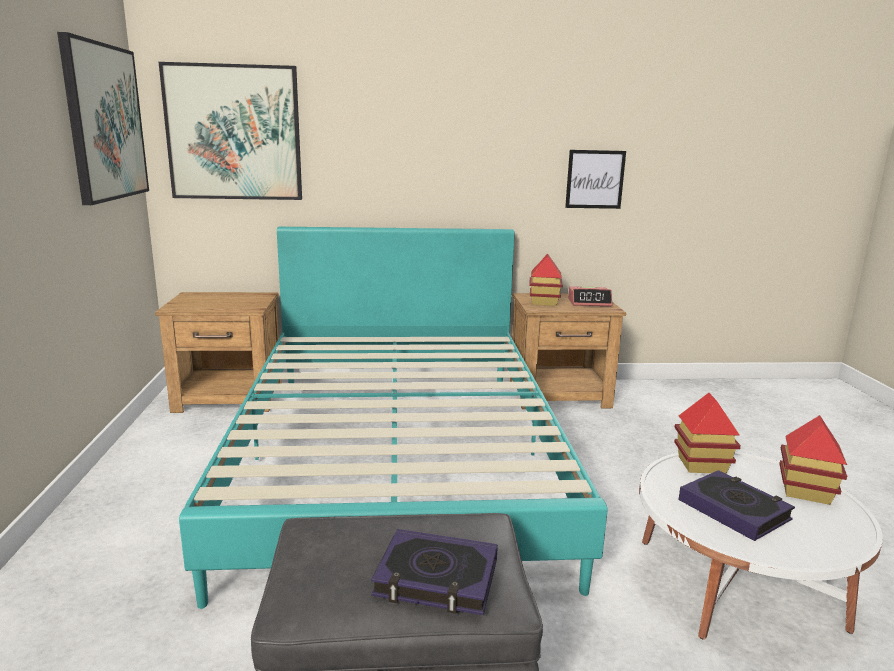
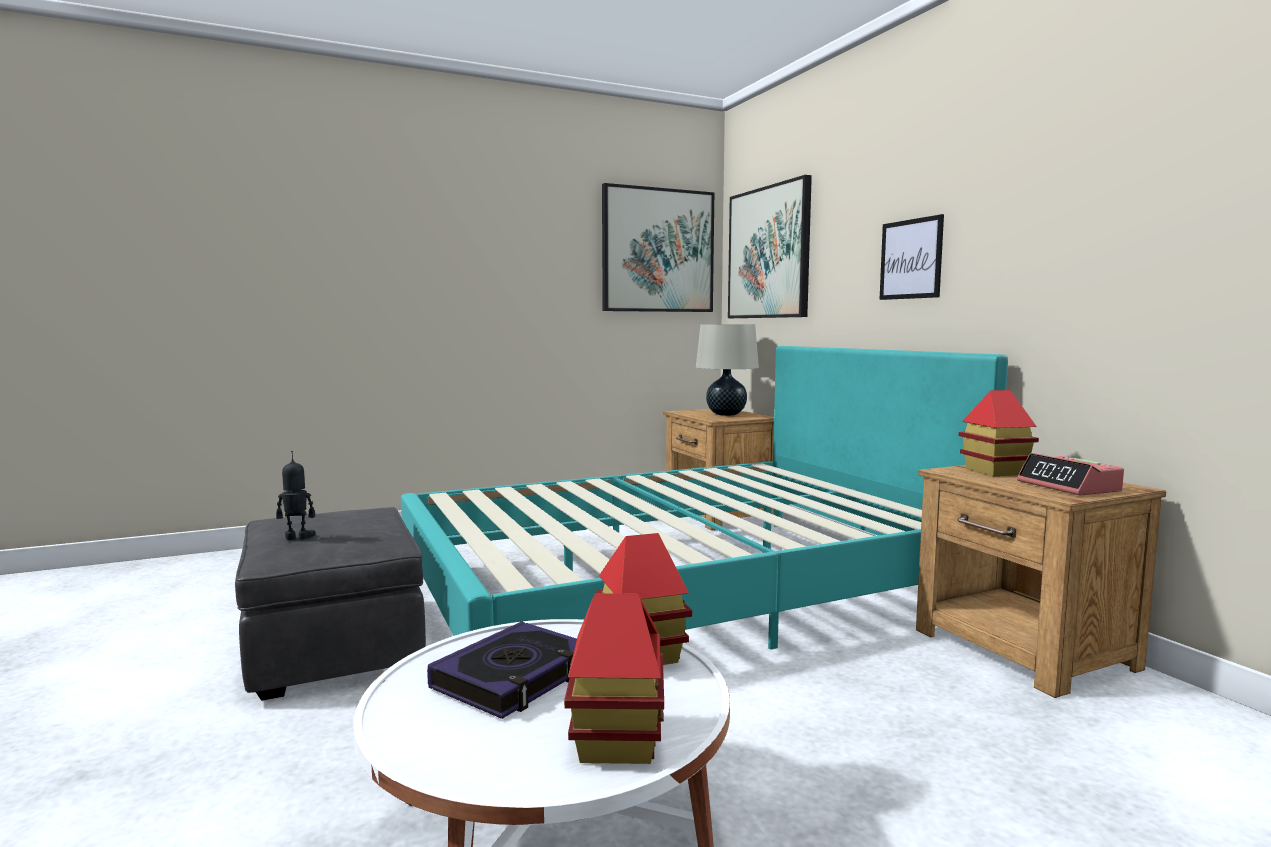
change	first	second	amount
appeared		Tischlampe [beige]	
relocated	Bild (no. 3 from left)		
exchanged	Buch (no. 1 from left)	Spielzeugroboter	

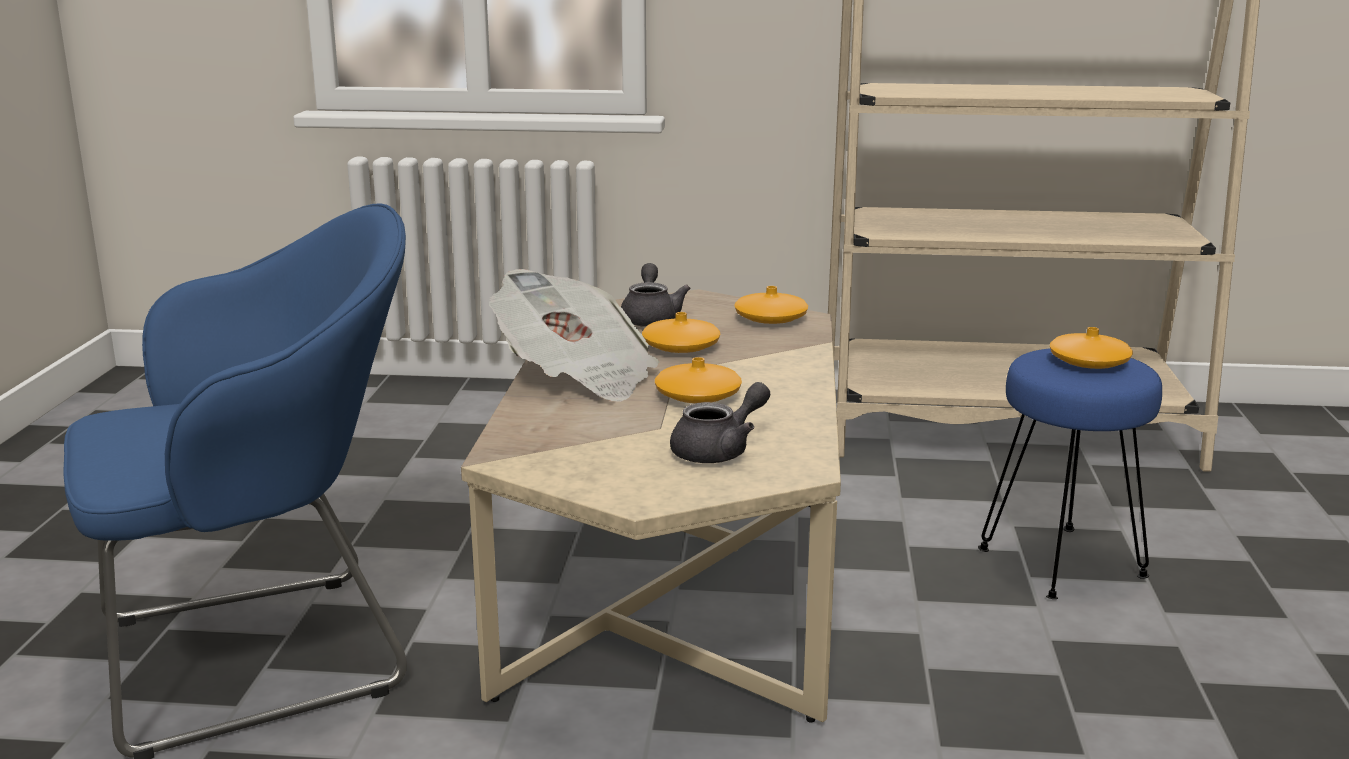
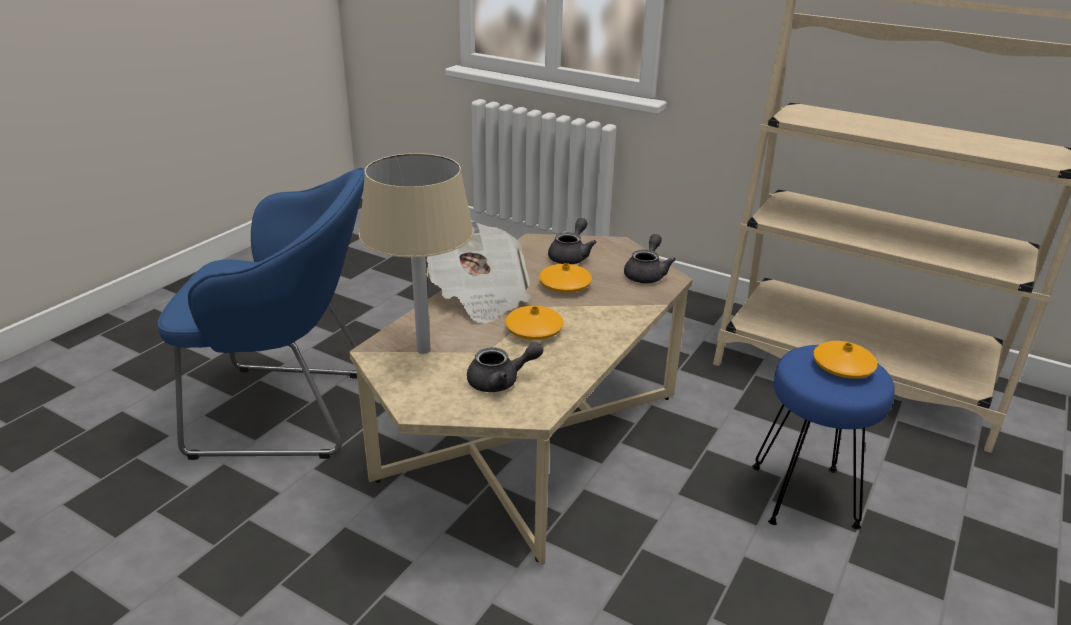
change	first	second	amount
appeared		Tischlampe [beige]	
exchanged	Vase [orange] (no. 3 from left)	Teekanne [grau] (no. 3 from left)	

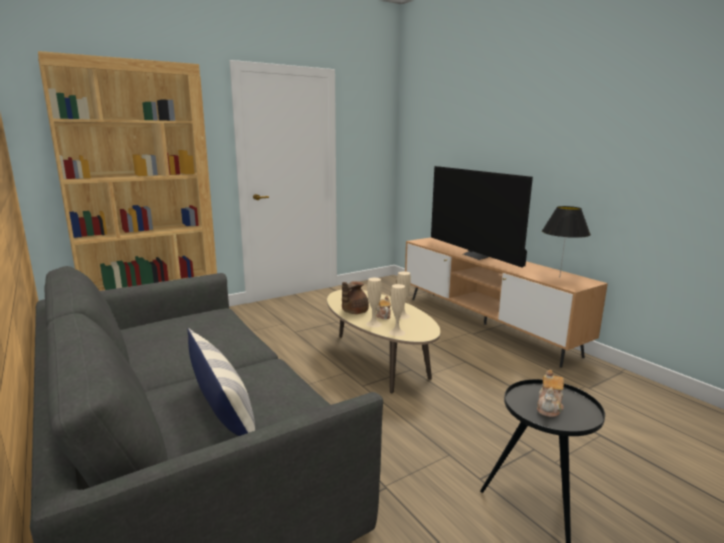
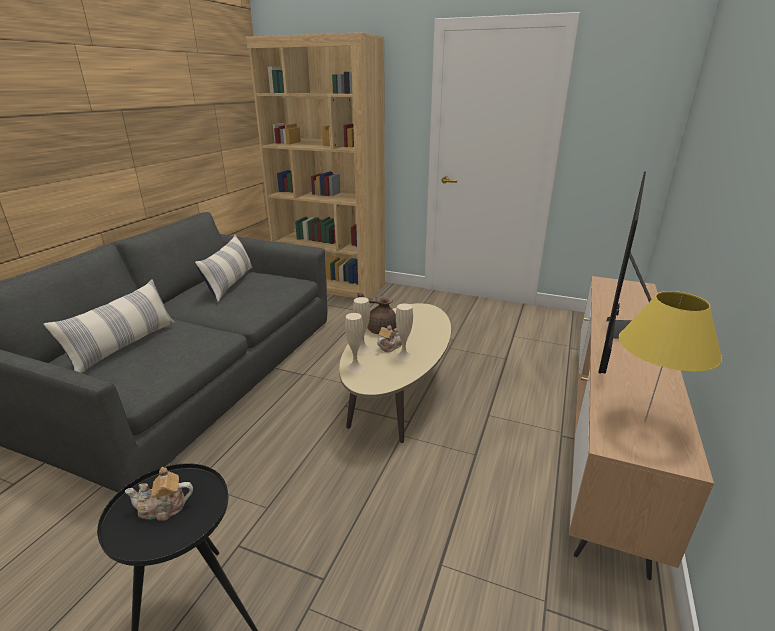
change	first	second	amount
appeared		Kissen (no. 2 from left)	
colour	Tischlampe [schwarz]	Tischlampe [gelb]	

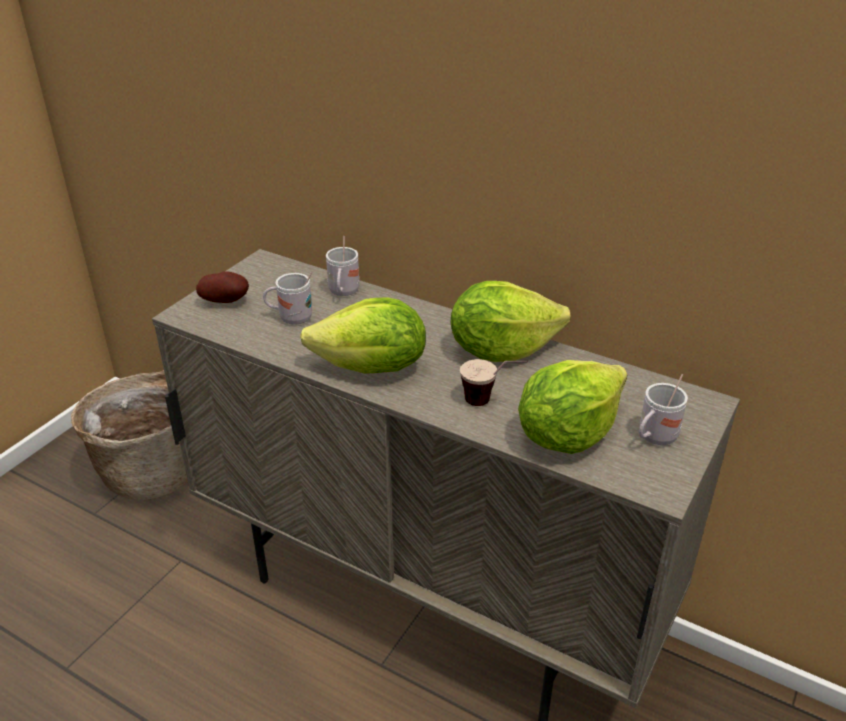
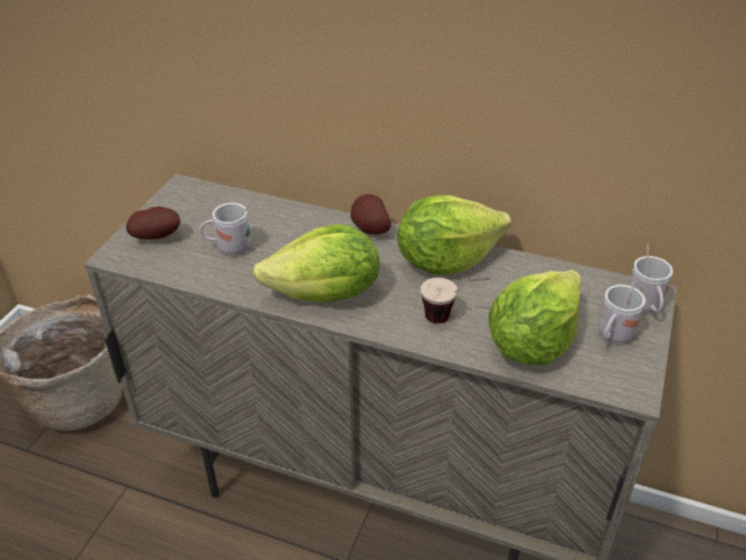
change	first	second	amount
appeared		Kartoffel (no. 2 from left)	
relocated	Henkelbecher [weiß] (no. 2 from left in the first image)	Henkelbecher [weiß] (no. 3 from left)	

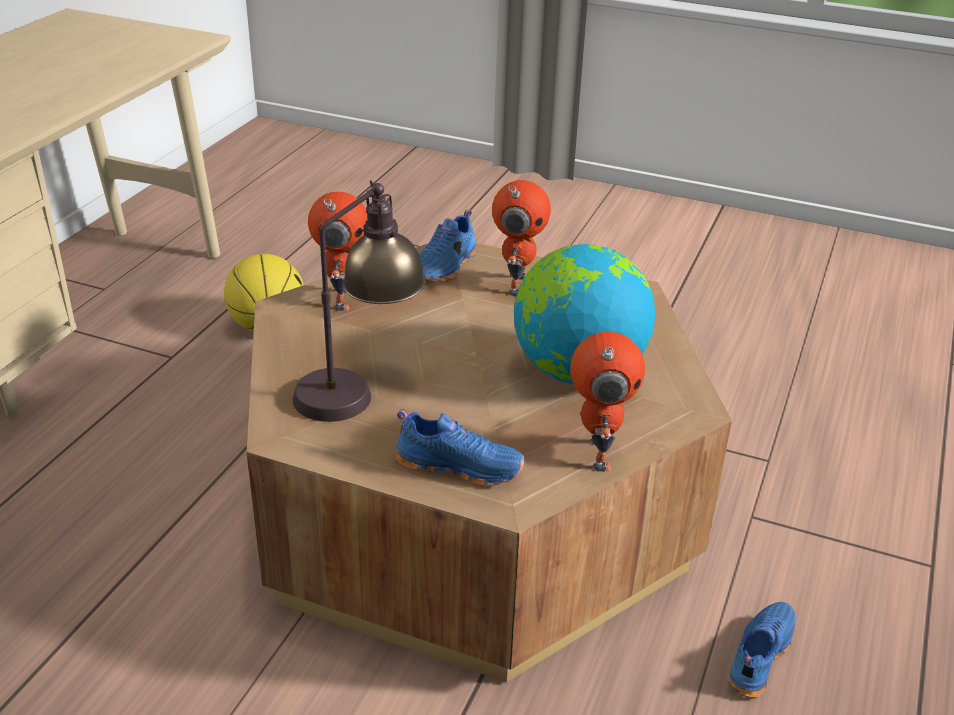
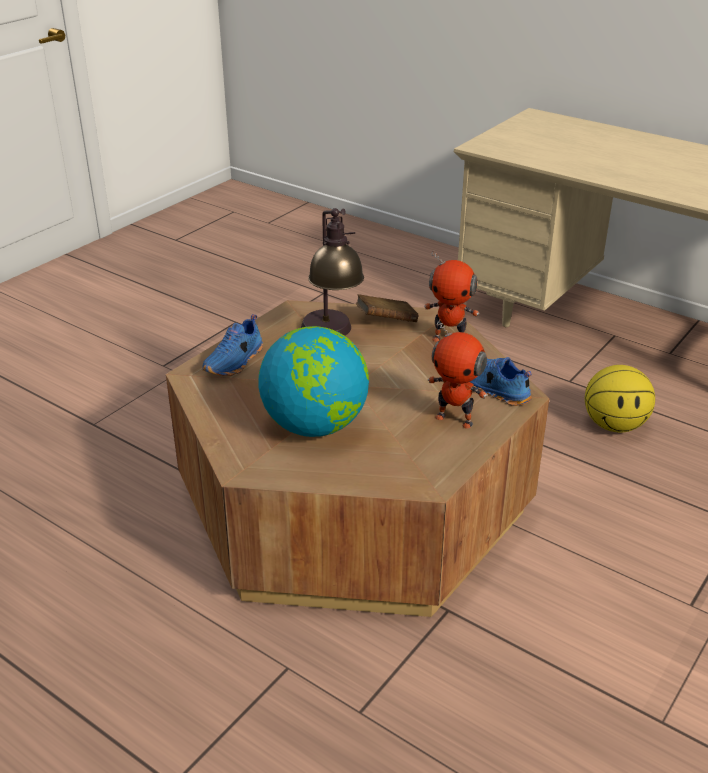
change	first	second	amount
missing	Spielzeugroboter (no. 3 from left)		
missing	Schuh [blau] (no. 3 from left)		
appeared		Buch [braun]	

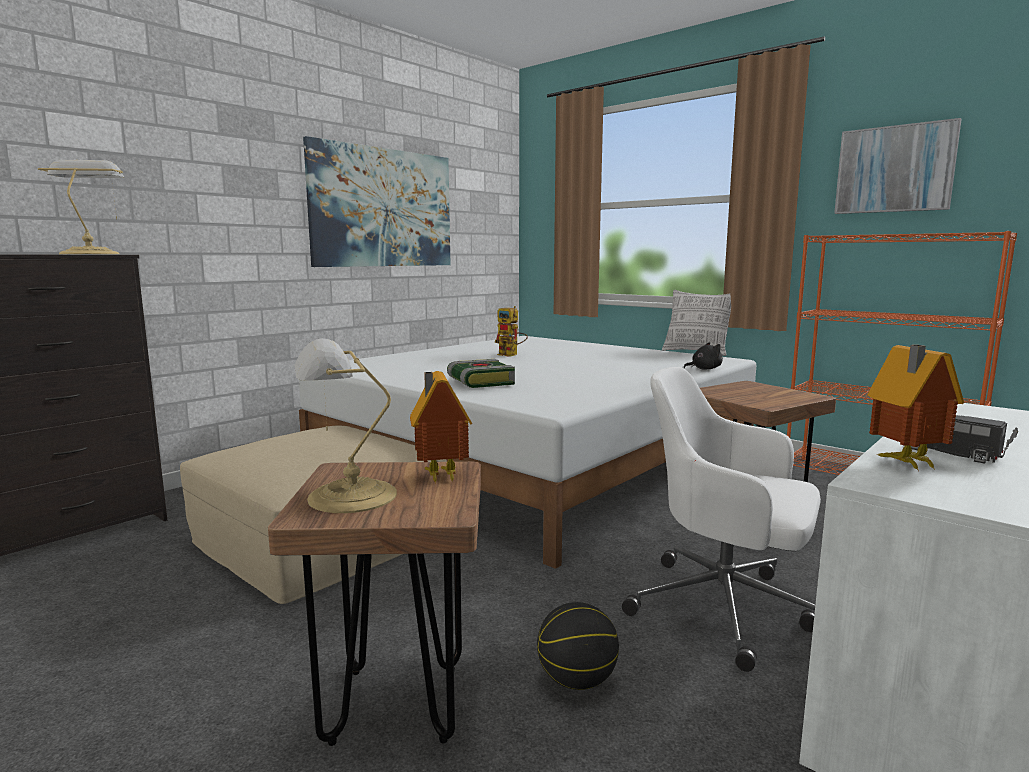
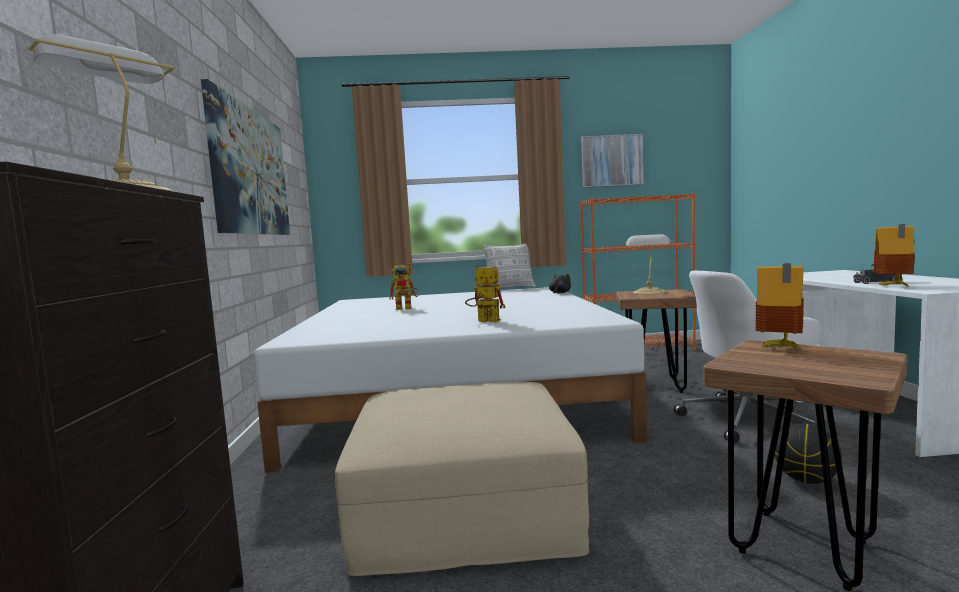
change	first	second	amount
relocated	Tischlampe (no. 2 from left)		
exchanged	Buch	Spielzeugroboter (no. 2 from left)	

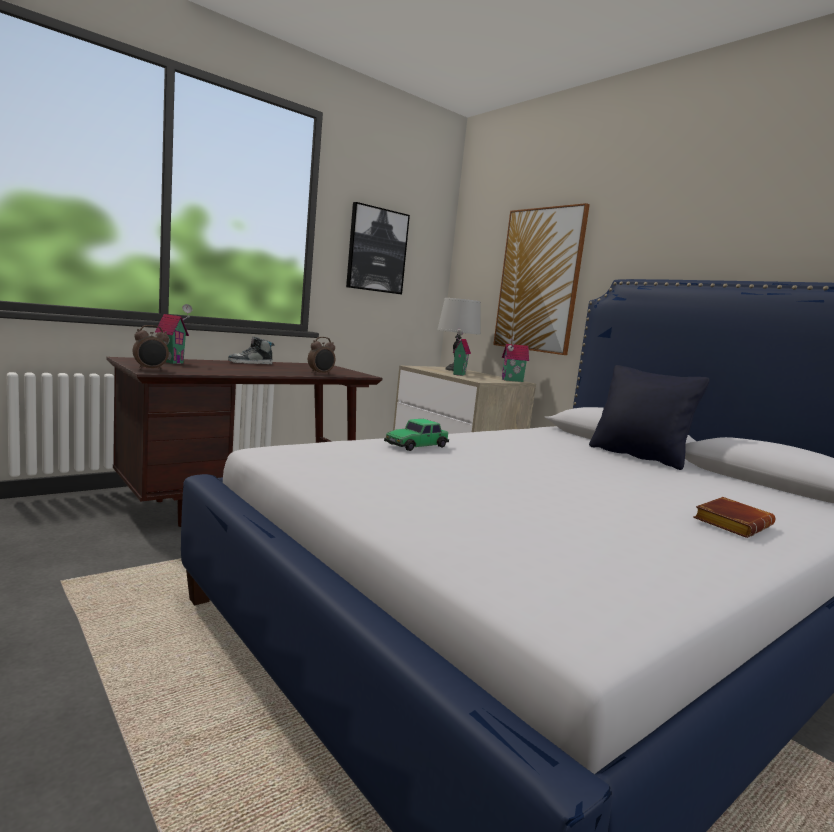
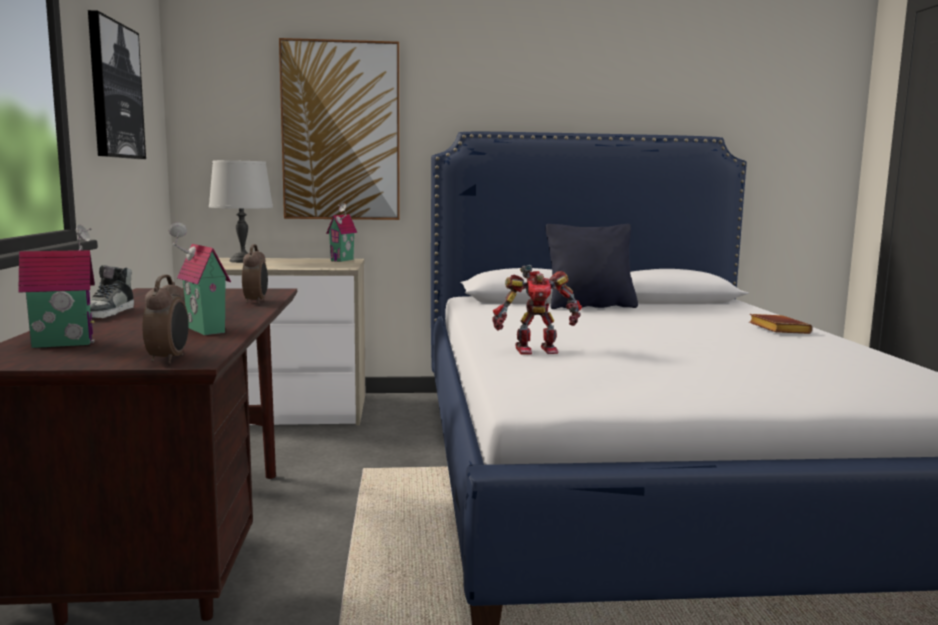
change	first	second	amount
relocated	Spielzeughaus (no. 2 from left)		
exchanged	Spielzeugauto	Spielzeugroboter	

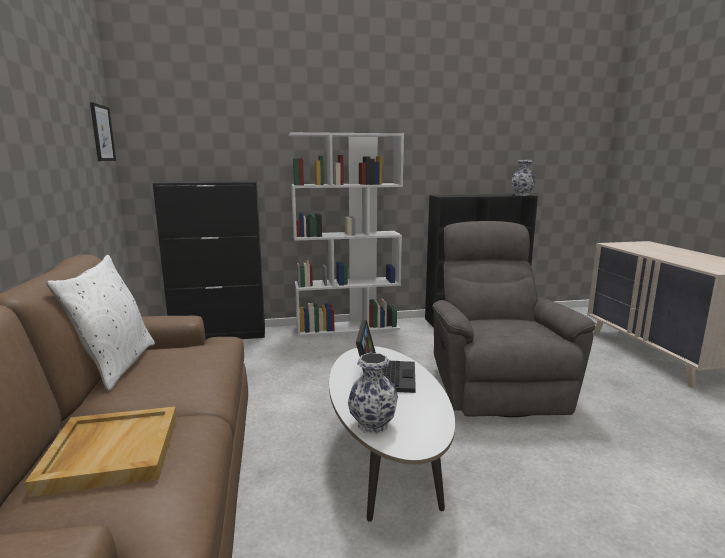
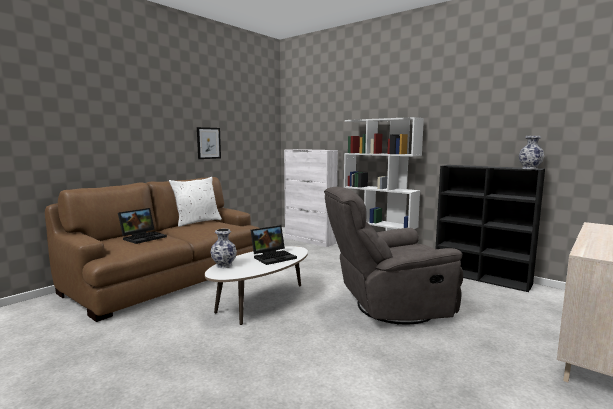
change	first	second	amount
relocated	Bild		
exchanged	Tablett [beige]	Laptop (no. 1 from left)	
colour	Schrank [schwarz]	Schrank [weiß]	
spun	Sessel [grau]		150 degrees counterclockwise

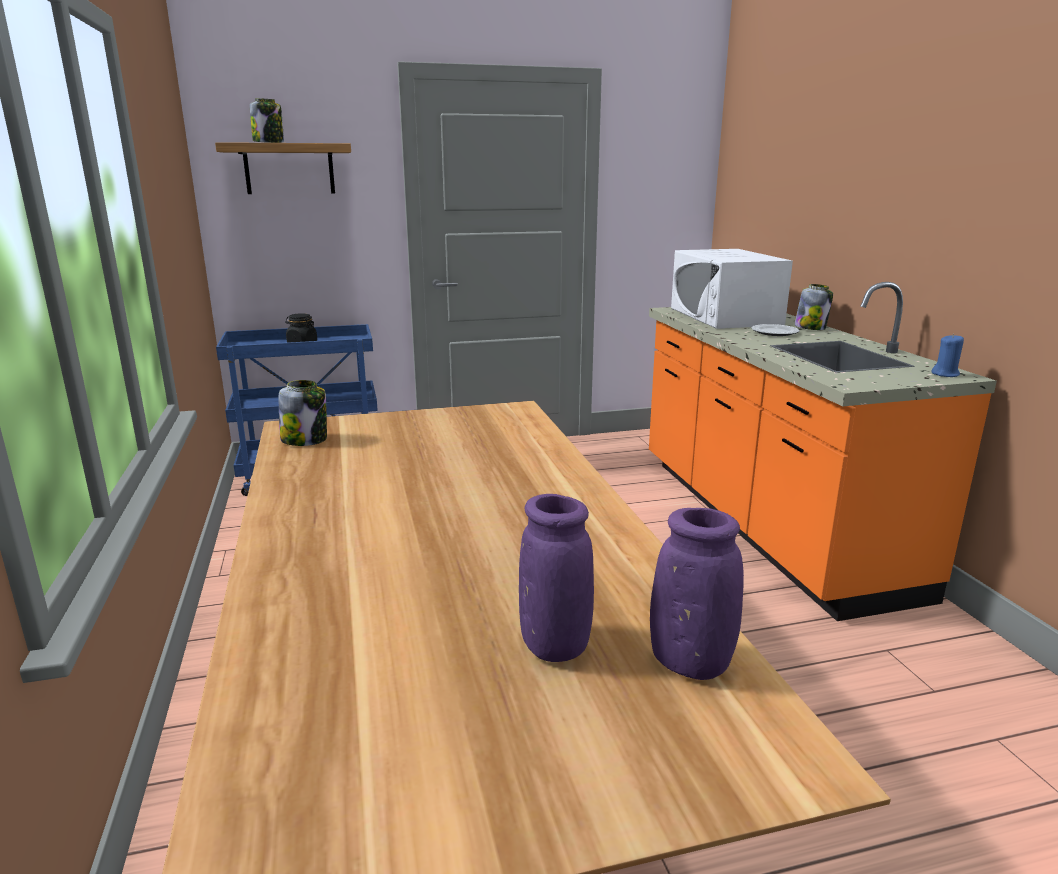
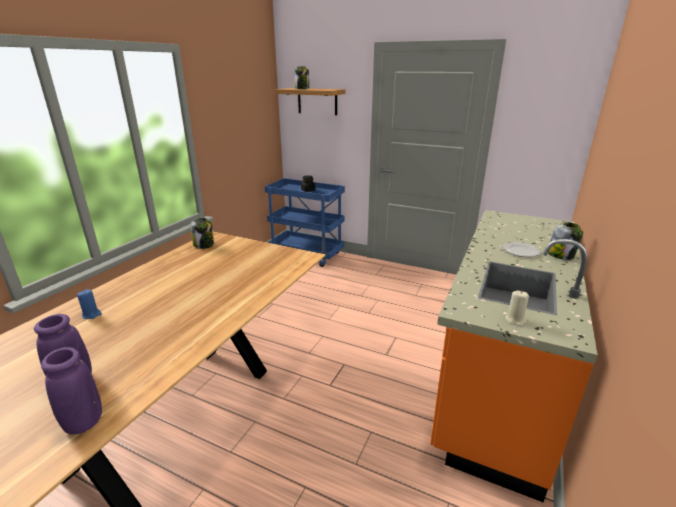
change	first	second	amount
missing	Mikrowelle [weiß]		
appeared		Kerze [beige]	
relocated	Kerze [blau]		

